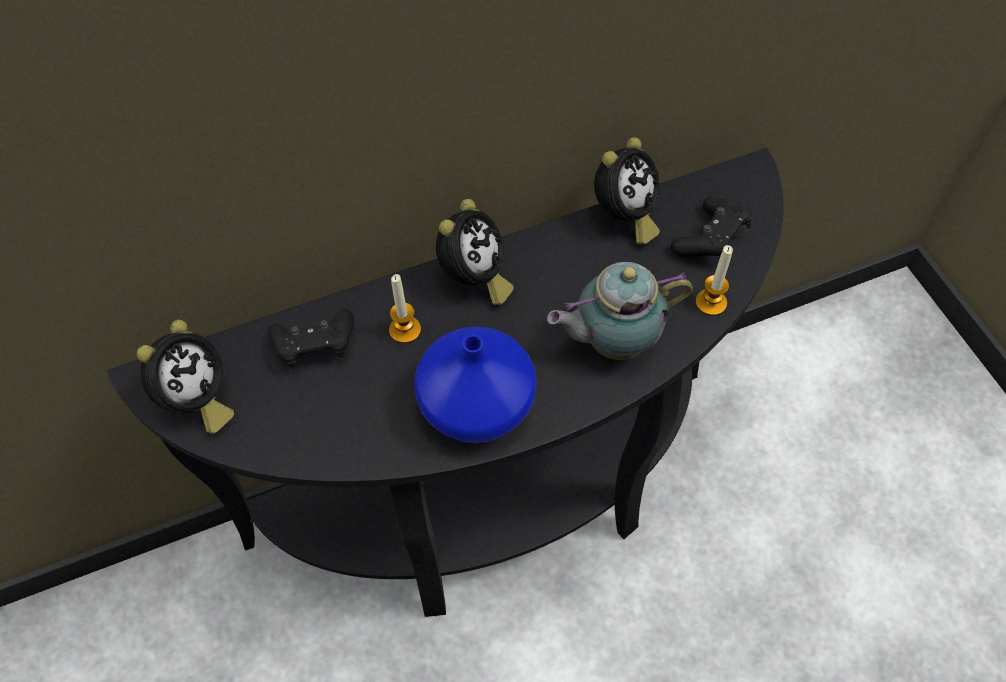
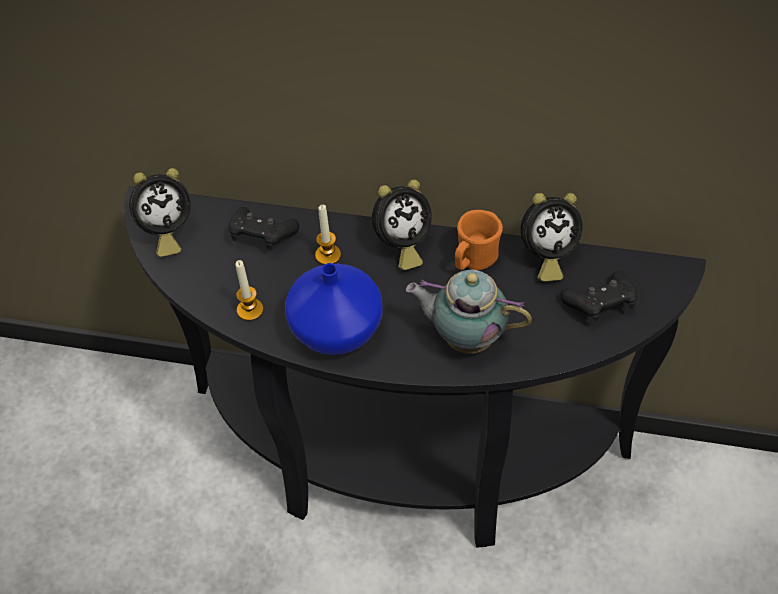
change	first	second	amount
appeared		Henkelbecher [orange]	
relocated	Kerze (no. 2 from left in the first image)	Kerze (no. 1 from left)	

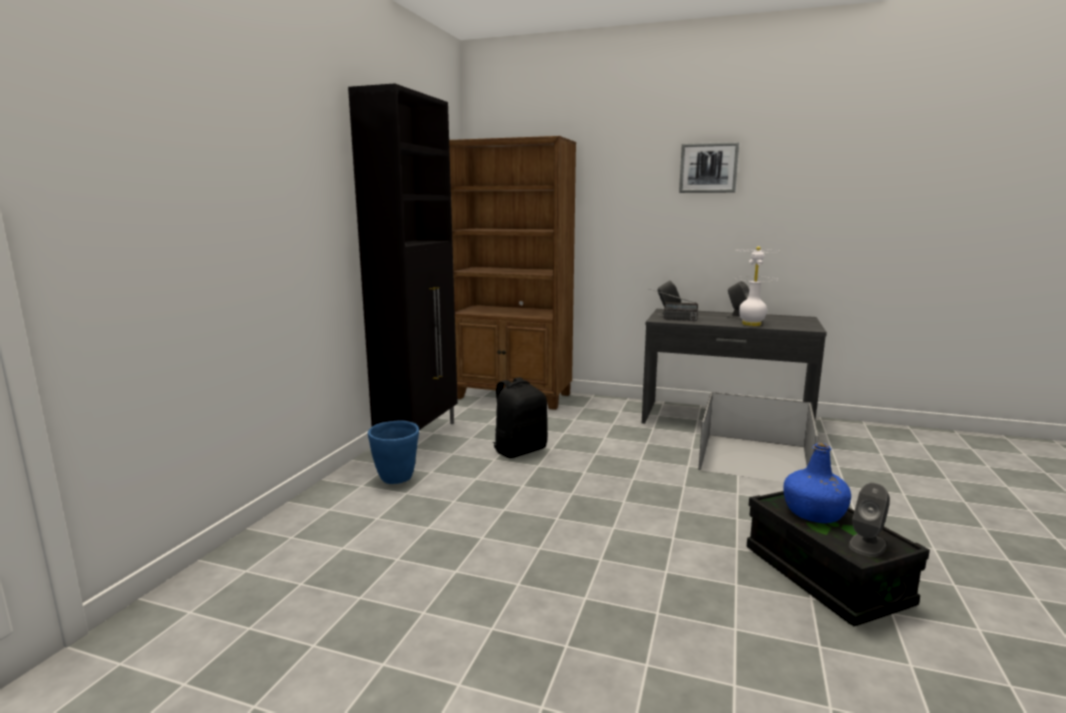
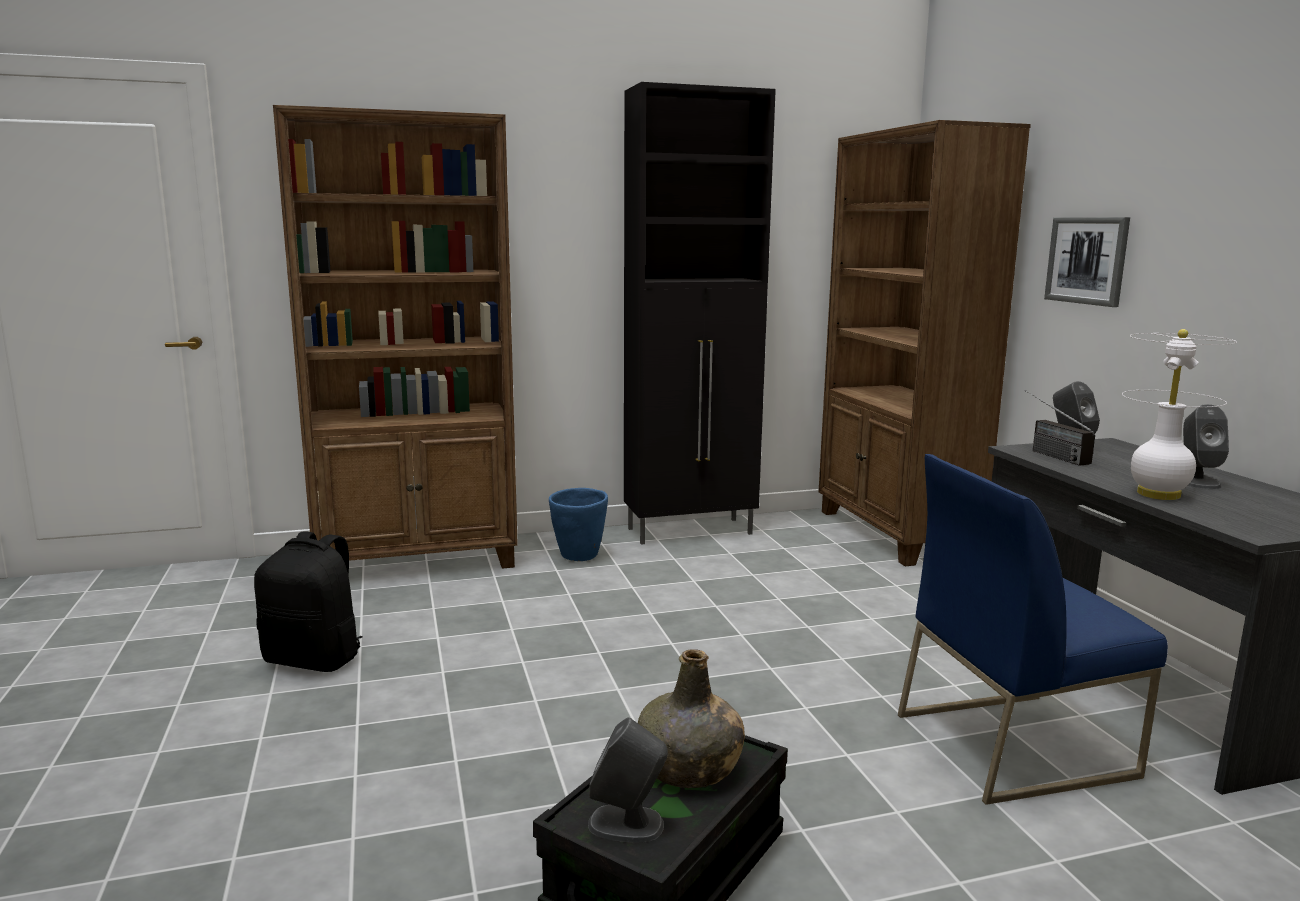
change	first	second	amount
appeared		Bücherregal [braun] (no. 1 from left)	
relocated	Rucksack [schwarz]		
relocated	Bild		
exchanged	Aufbewahrungsbox [schwarz] (no. 1 from left)	Stuhl [blau]	
colour	Flasche [blau]	Flasche [grün]	

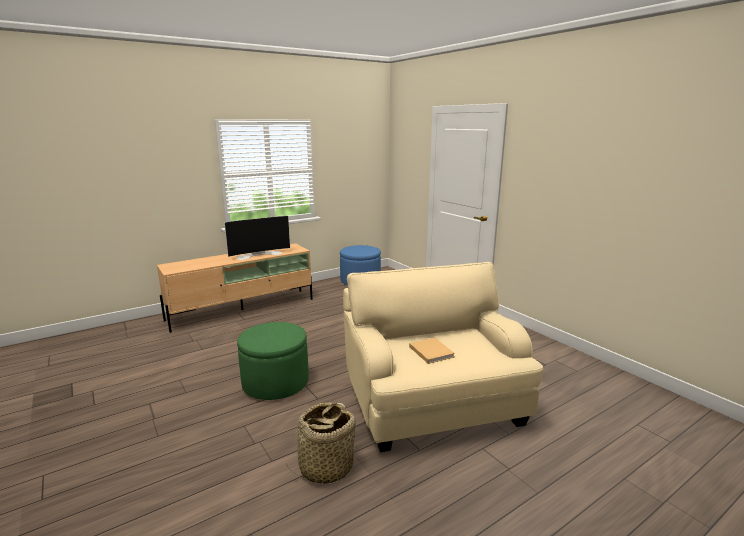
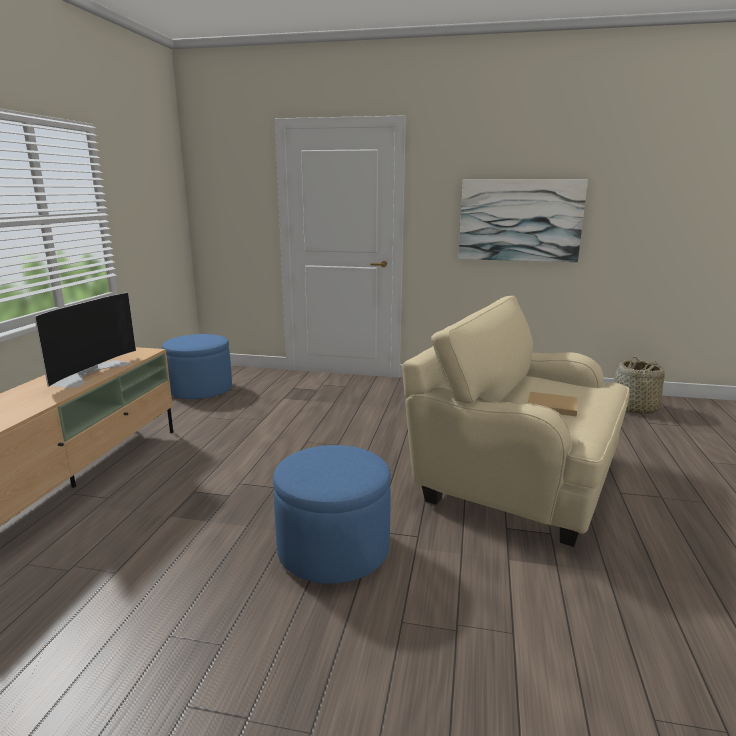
change	first	second	amount
appeared		Bild	
relocated	Korb		
colour	Polsterhocker [grün]	Polsterhocker [blau] (no. 2 from left)	

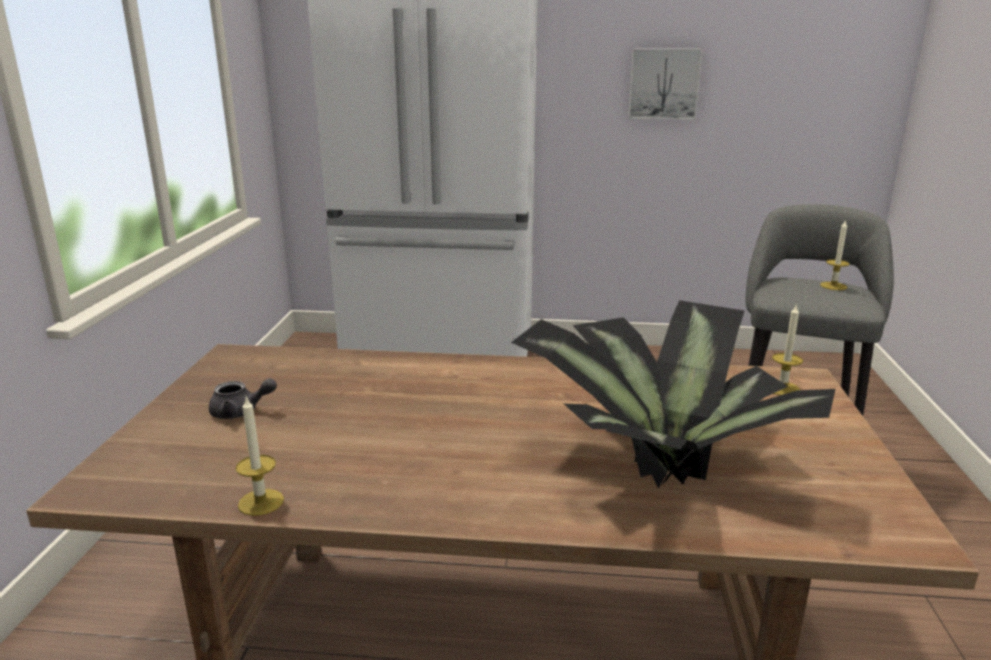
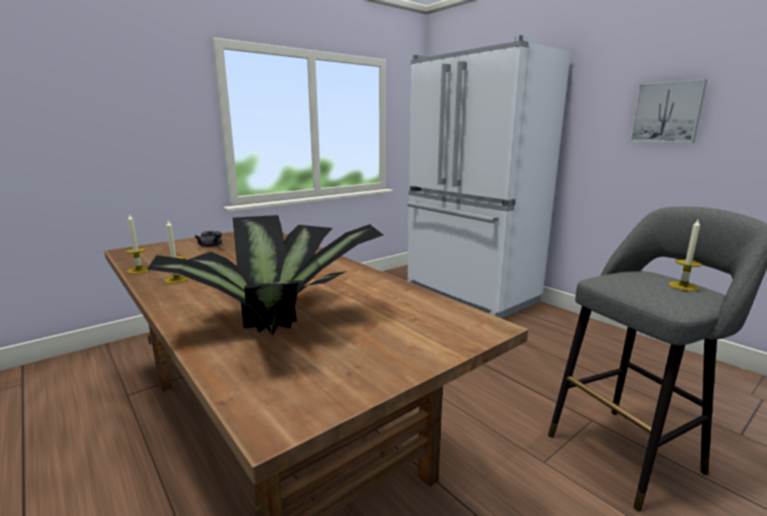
change	first	second	amount
relocated	Kerze (no. 2 from left)		

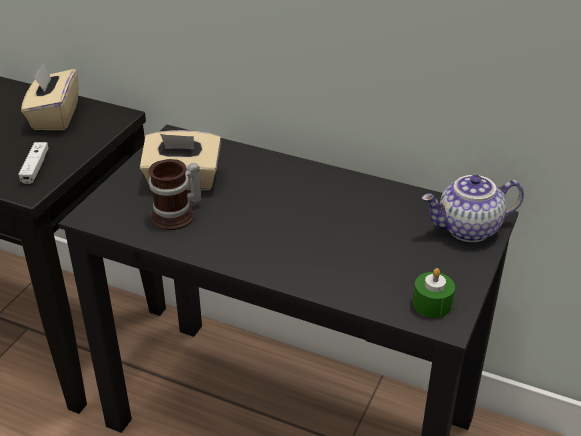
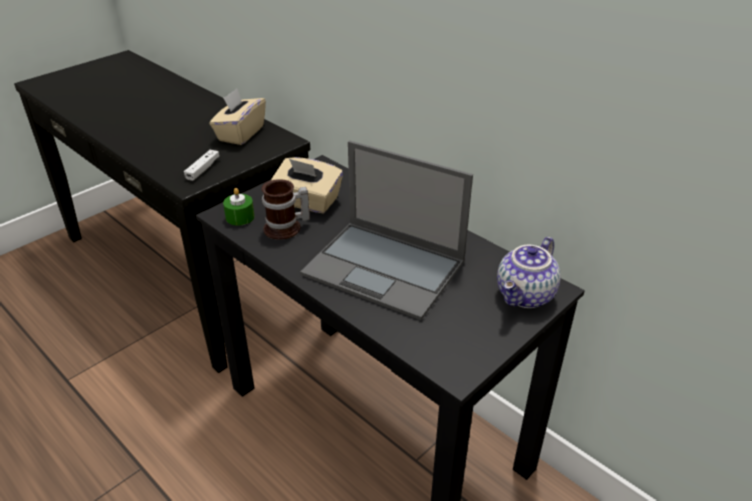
change	first	second	amount
appeared		Laptop	
relocated	Kerze [grün]		
spun	Teekanne		60 degrees counterclockwise

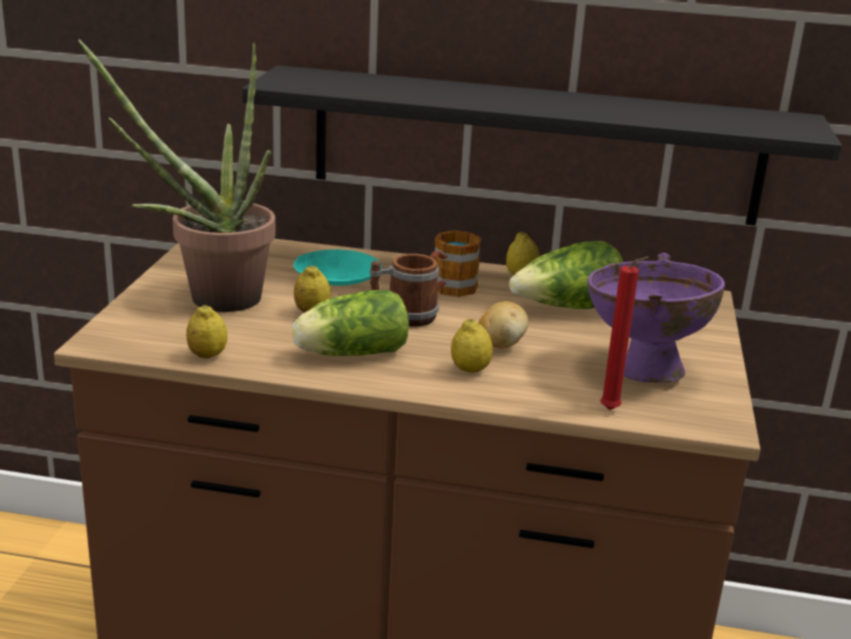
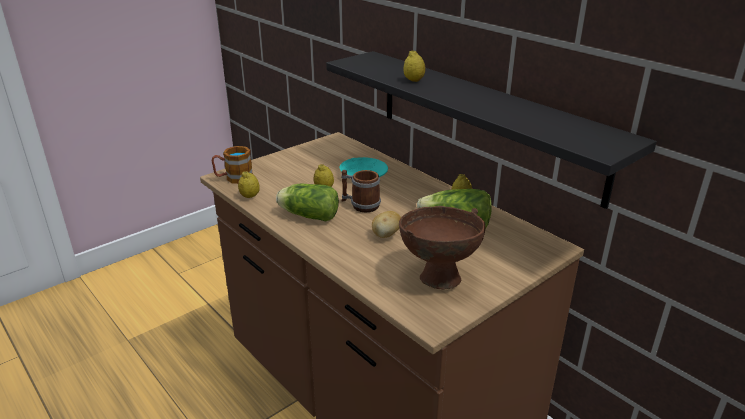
change	first	second	amount
missing	Topfpflanze		
missing	Kerze [rot]		
relocated	Henkelbecher (no. 2 from left in the first image)	Henkelbecher (no. 1 from left)	
relocated	Zitrone (no. 3 from left)		
colour	Schüssel [lila]	Schüssel [braun]	

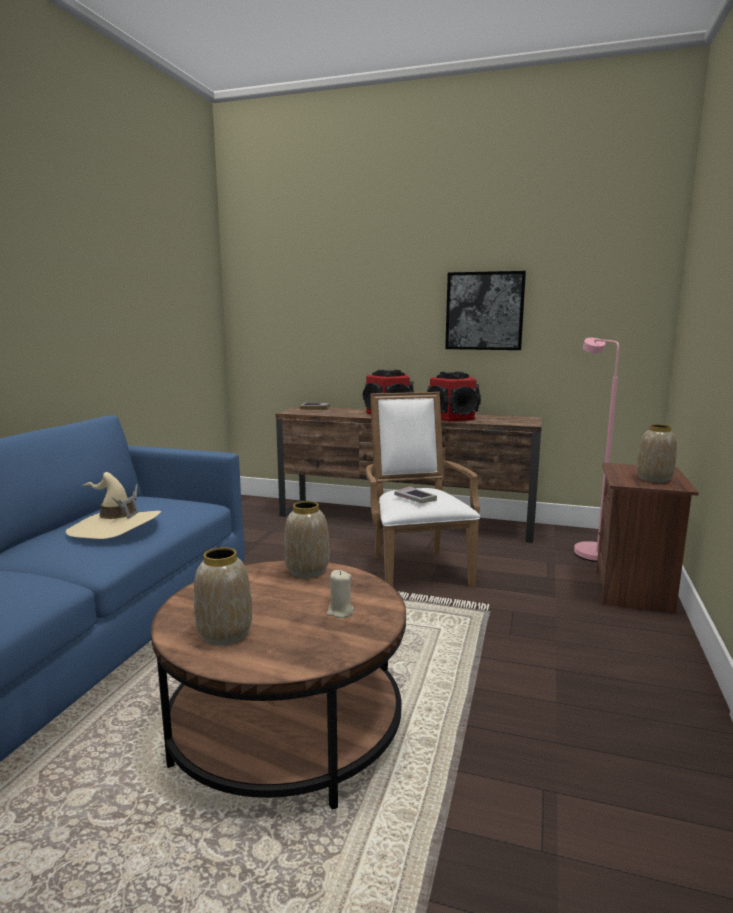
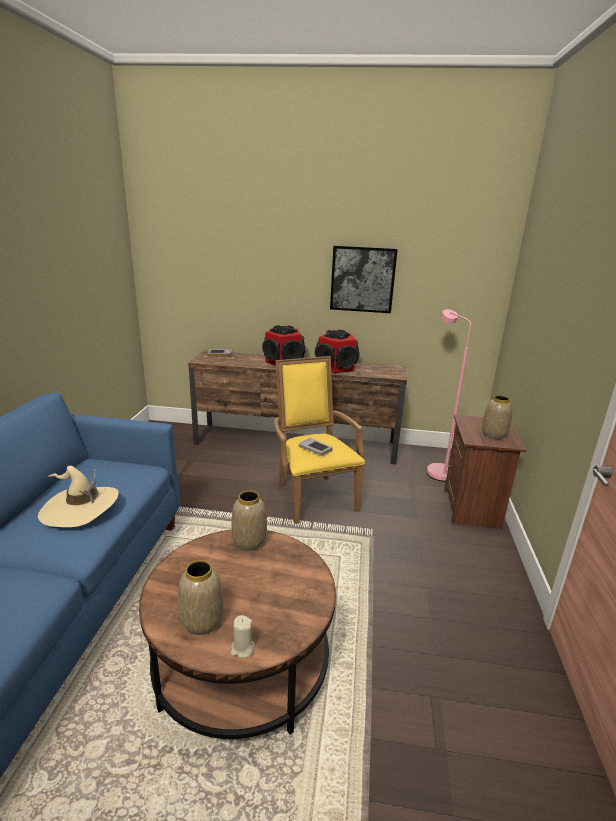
change	first	second	amount
relocated	Kerze [beige]		
colour	Sessel [weiß]	Sessel [gelb]	

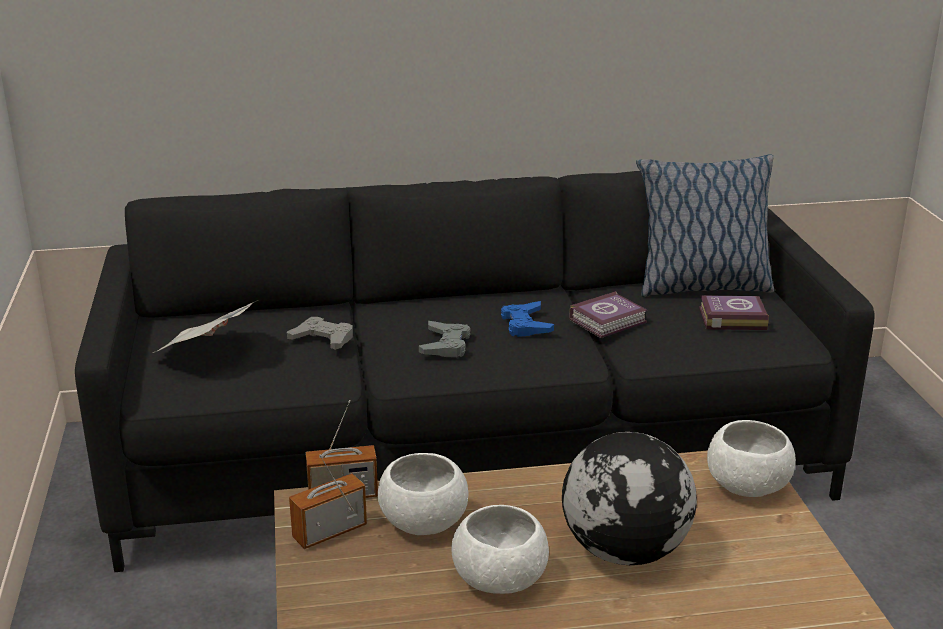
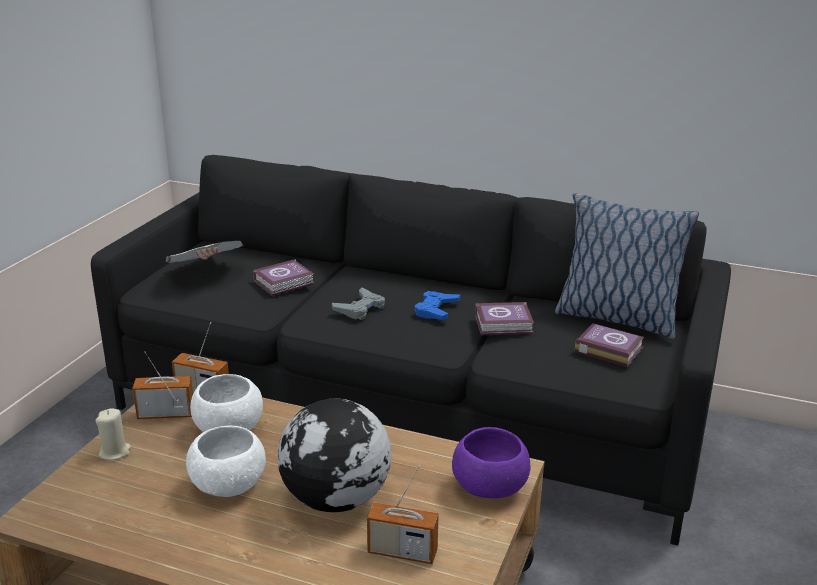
change	first	second	amount
appeared		Kerze [beige]	
appeared		Radio (no. 3 from left)	
exchanged	Gamepad [grau] (no. 1 from left)	Buch (no. 1 from left)	
colour	Schüssel [weiß] (no. 3 from left)	Schüssel [lila]	

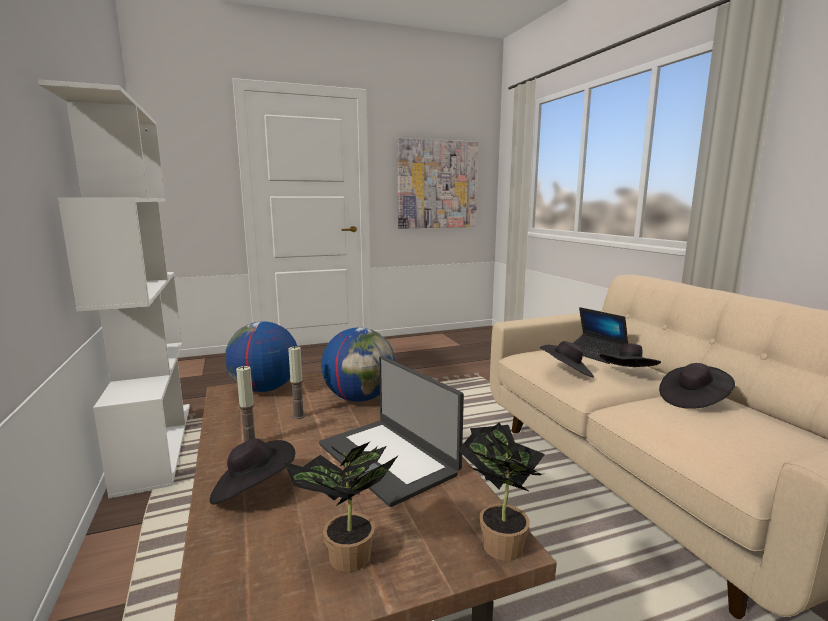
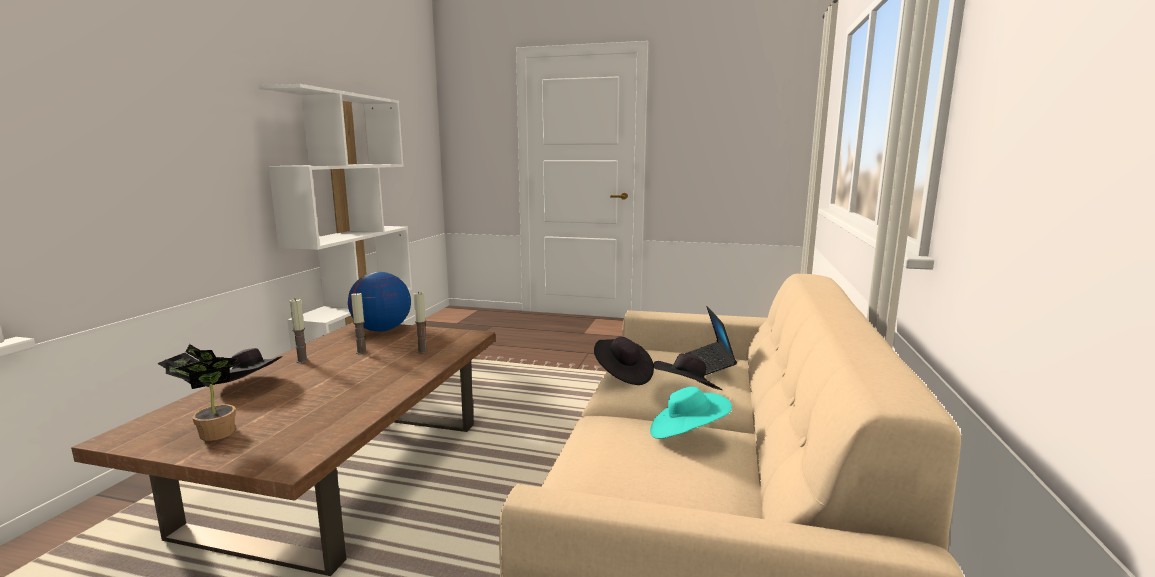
change	first	second	amount
missing	Laptop (no. 1 from left)		
missing	Bild		
missing	Topfpflanze (no. 2 from left)		
exchanged	Globus (no. 2 from left)	Kerze (no. 3 from left)	
colour	Hut [schwarz] (no. 4 from left)	Hut [türkis]	

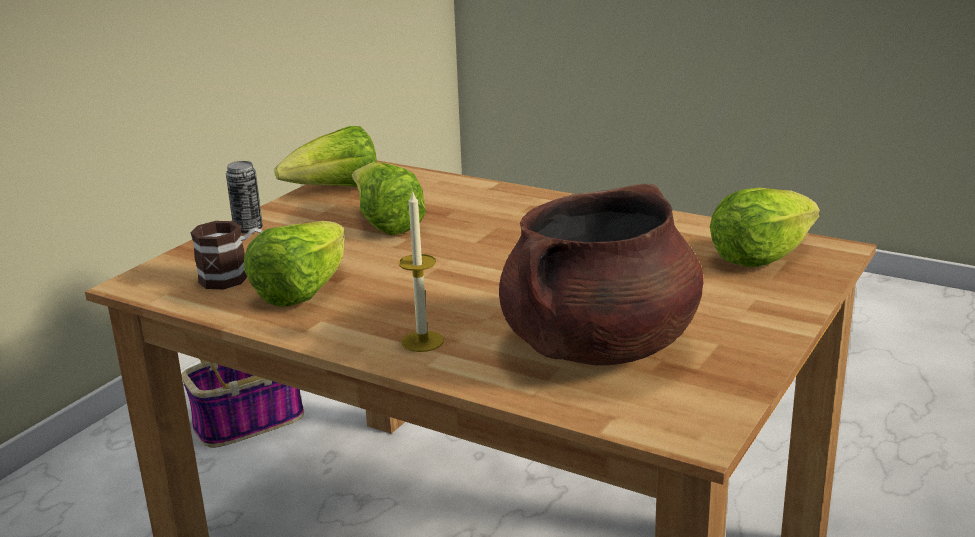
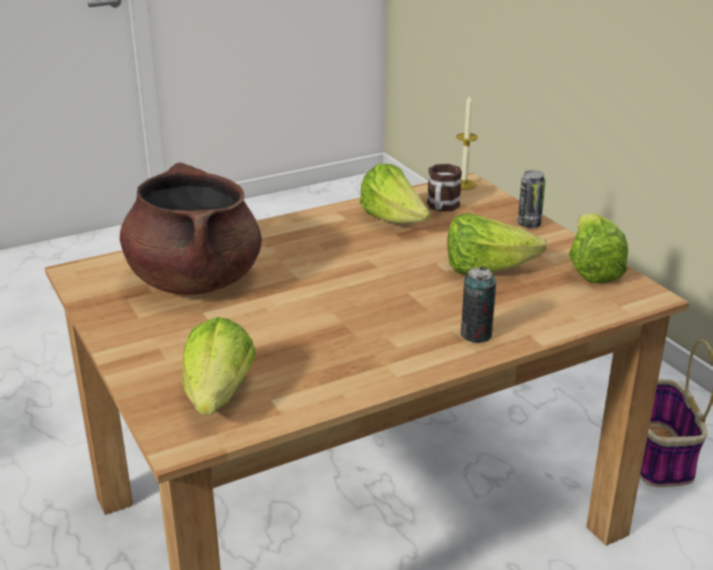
change	first	second	amount
appeared		Dose (no. 1 from left)	
relocated	Kerze		

